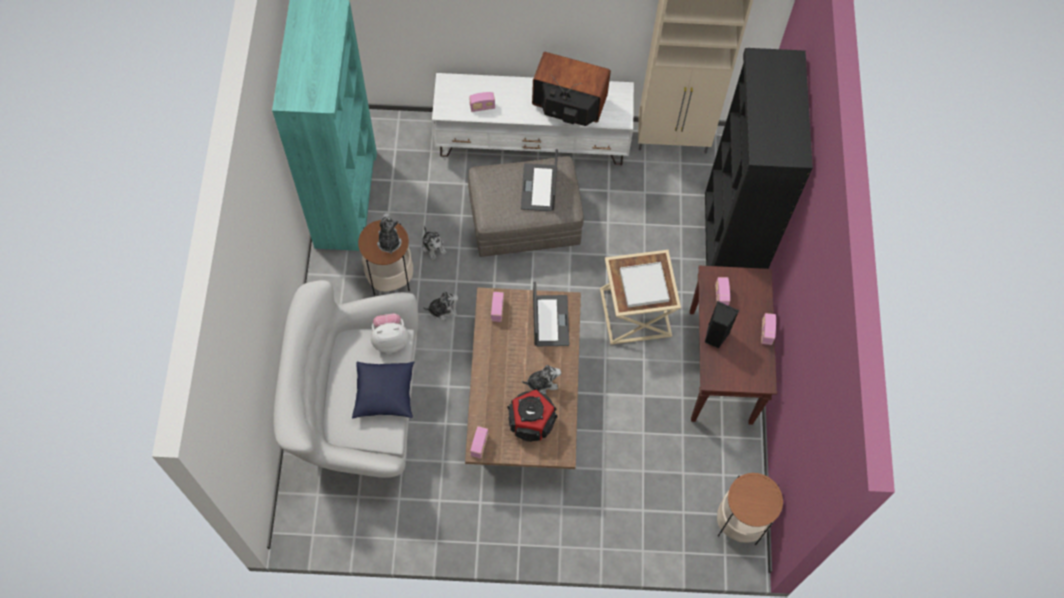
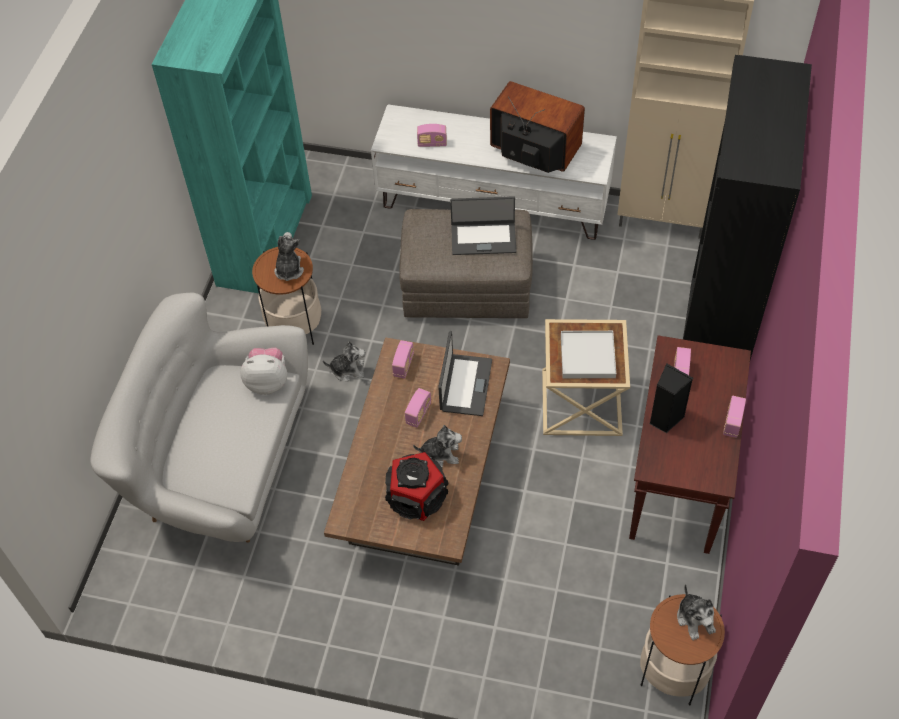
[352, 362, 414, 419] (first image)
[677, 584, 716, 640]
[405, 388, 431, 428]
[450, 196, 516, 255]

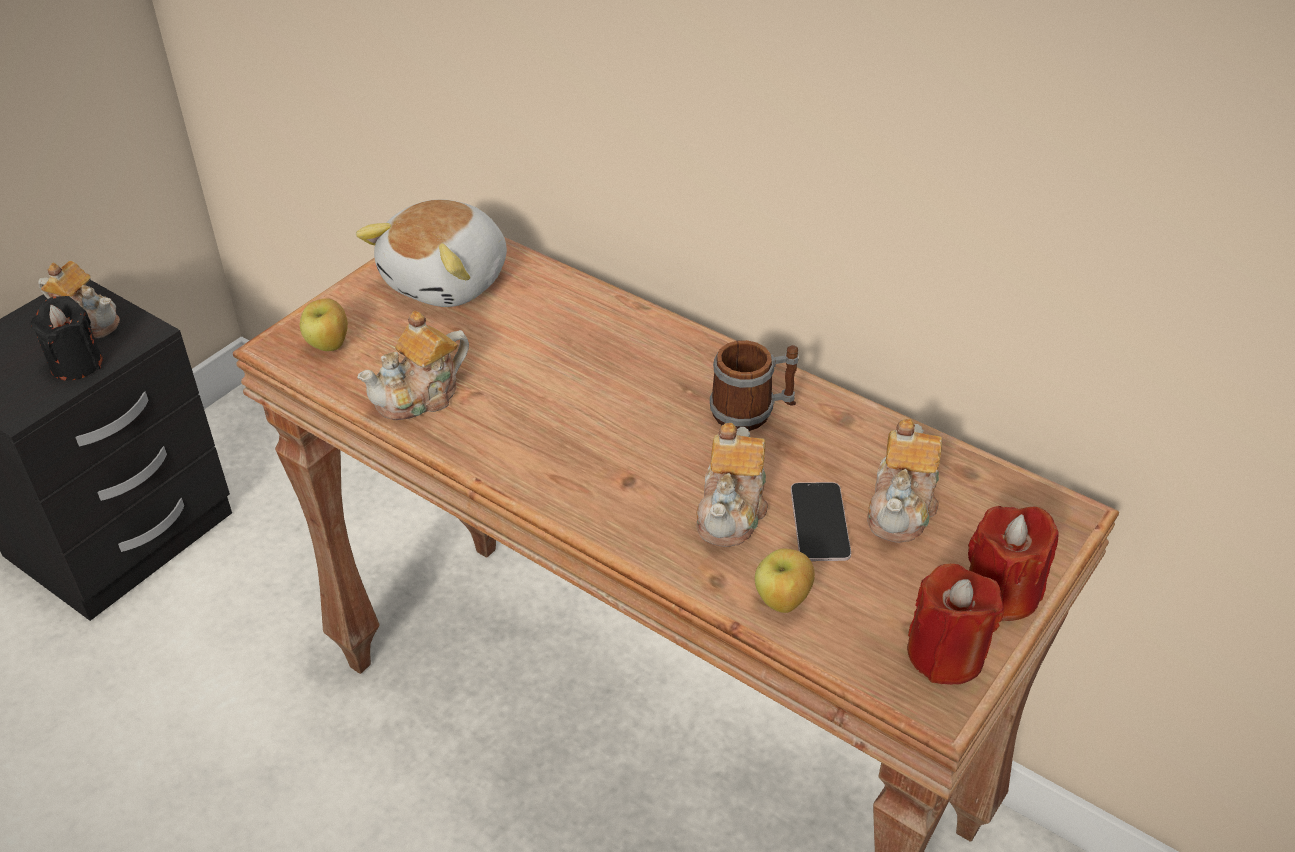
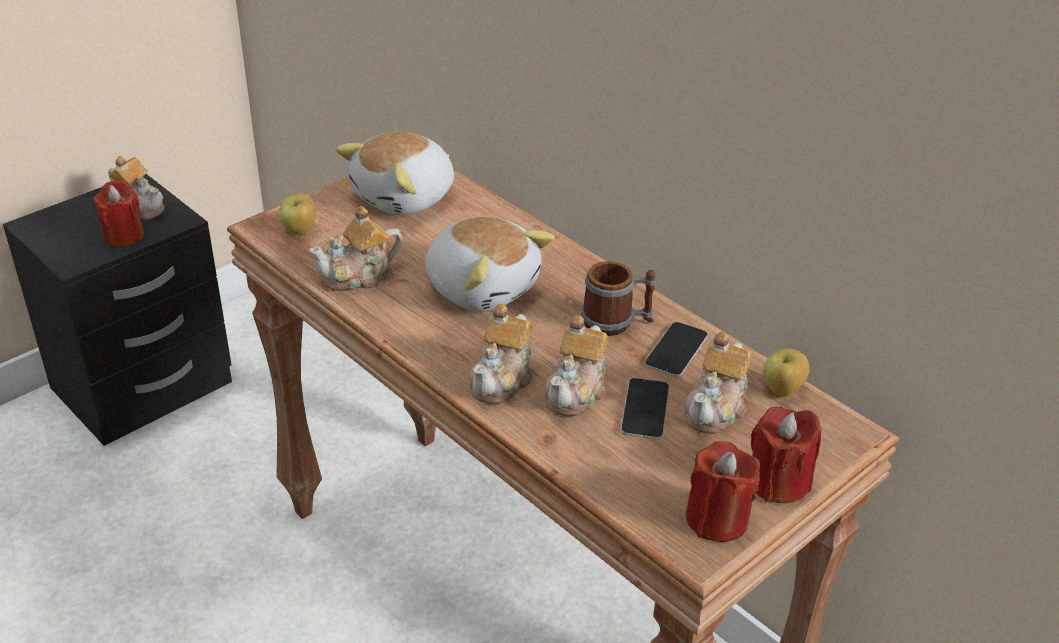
[93, 180, 144, 247]
[763, 349, 810, 397]
[425, 217, 555, 312]
[470, 304, 533, 404]
[644, 322, 708, 377]

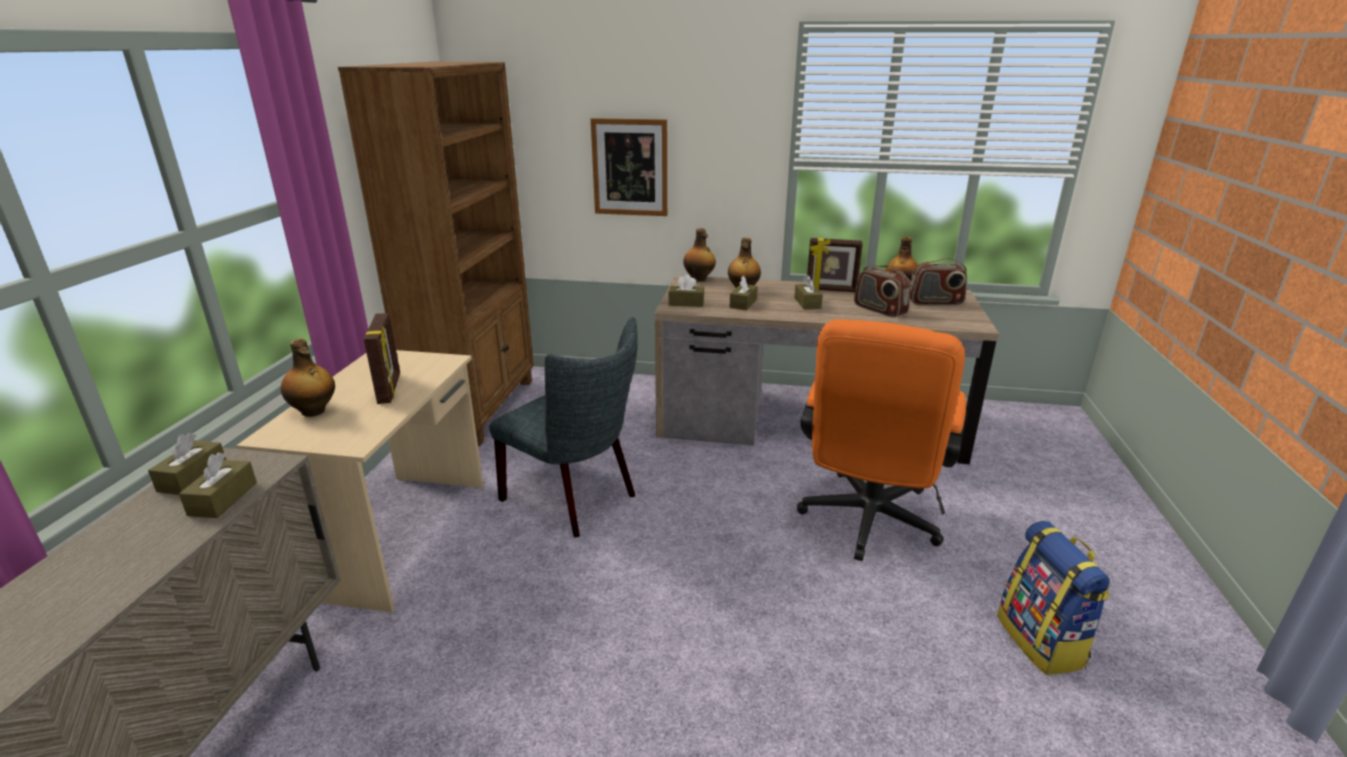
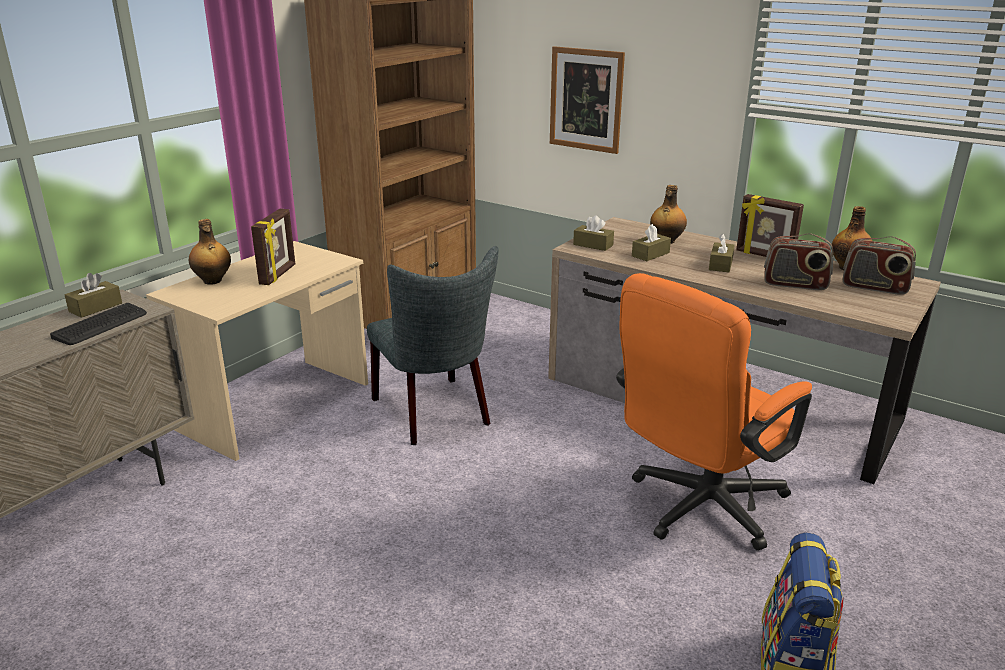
[50, 303, 147, 345]
[683, 228, 716, 282] (first image)
[764, 233, 834, 290]

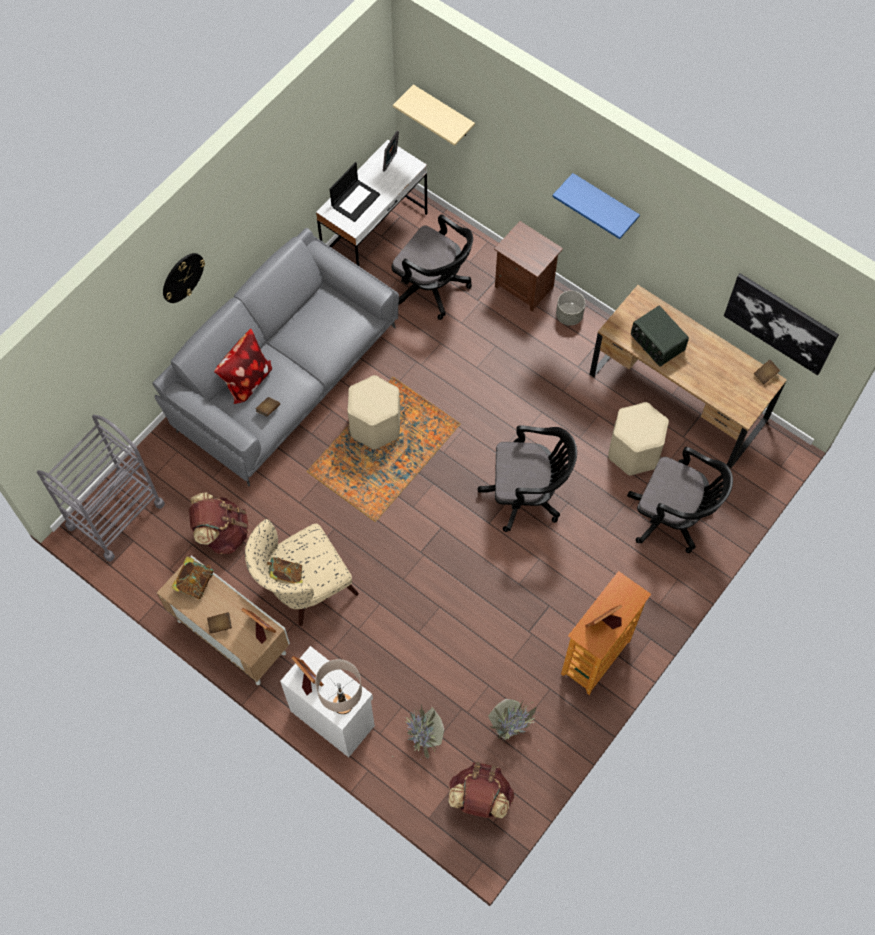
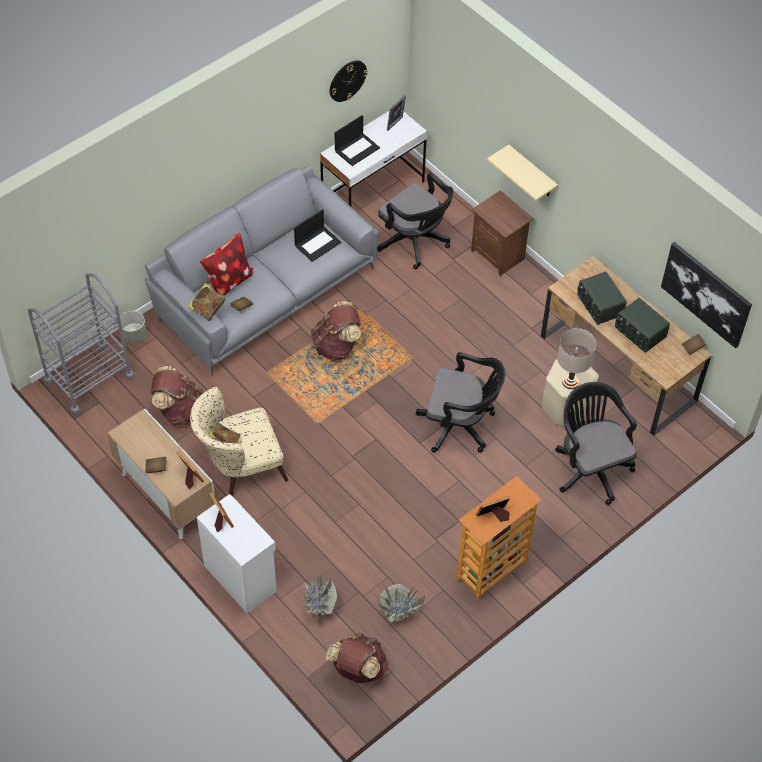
[330, 60, 368, 102]
[188, 283, 225, 321]
[557, 328, 596, 389]
[311, 301, 361, 361]
[487, 144, 558, 201]
[552, 173, 640, 239] (first image)
[120, 311, 147, 344]
[555, 382, 637, 505]
[294, 209, 341, 262]
[615, 298, 670, 353]

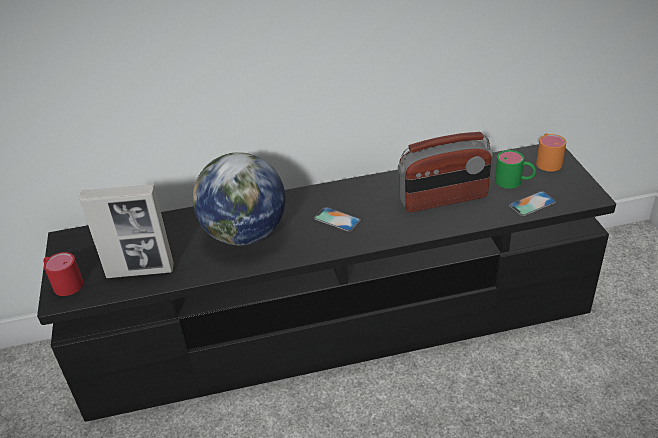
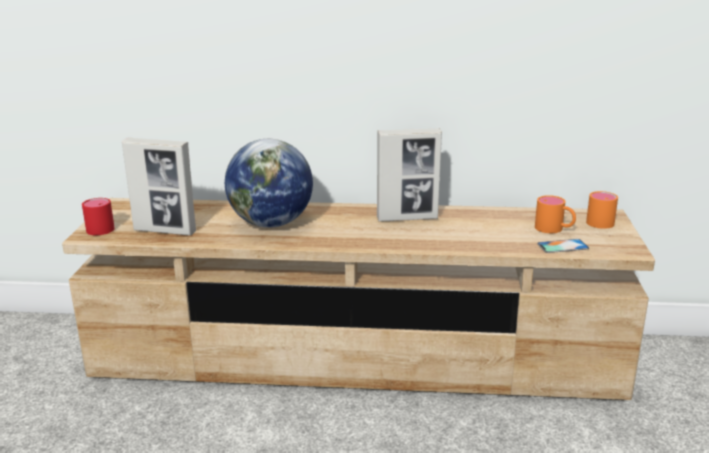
[62, 198, 655, 400]
[314, 207, 361, 232] (first image)
[398, 132, 493, 212] (first image)
[535, 195, 576, 233]
[377, 128, 442, 222]

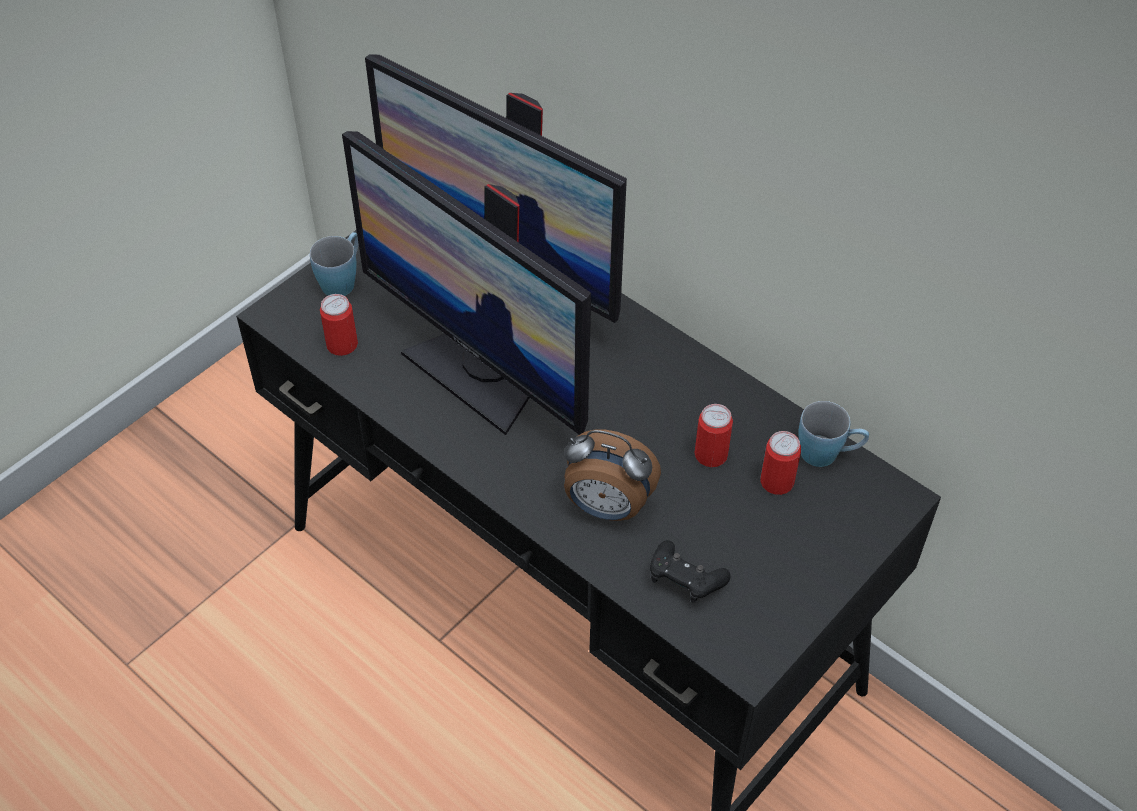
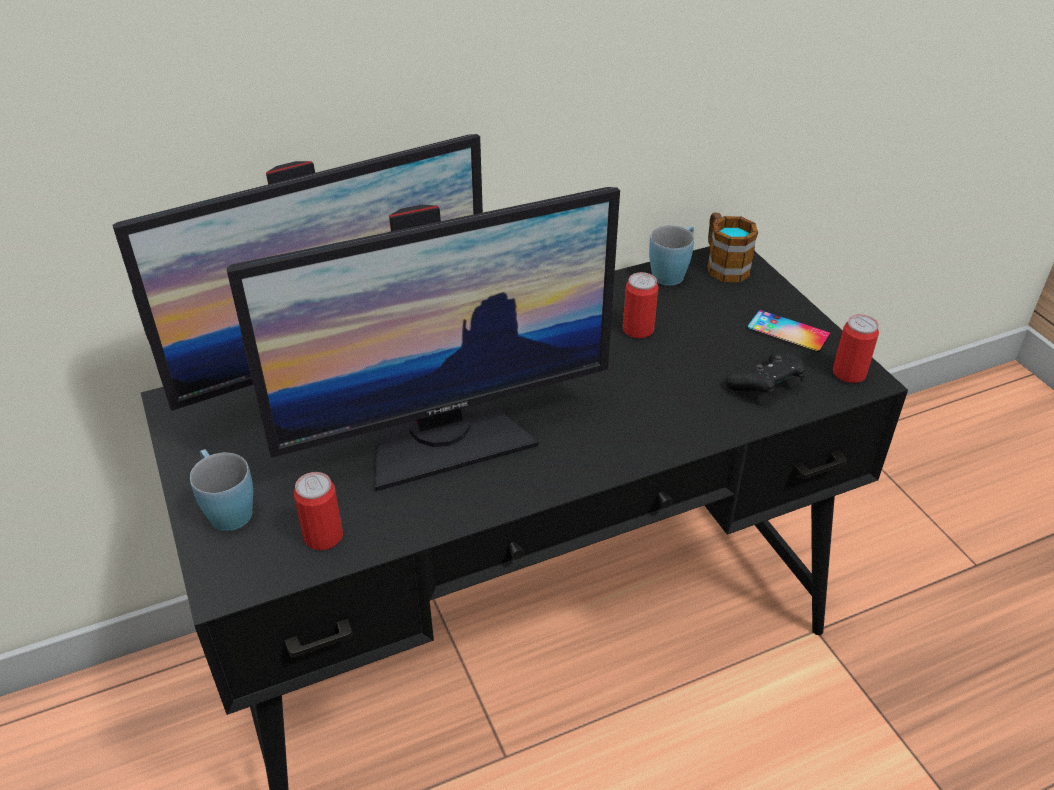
[564, 430, 661, 521] (first image)
[833, 314, 879, 383]
[707, 213, 758, 282]
[747, 310, 830, 352]

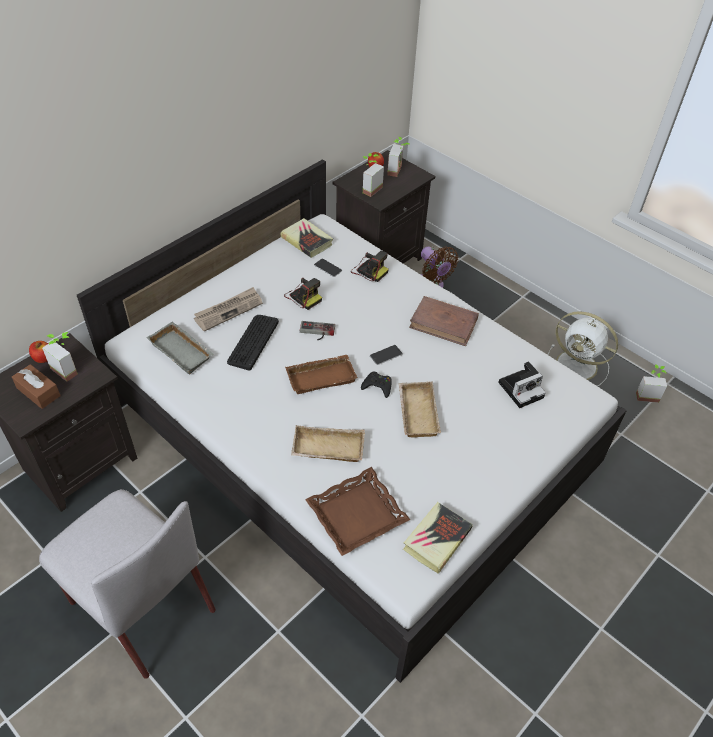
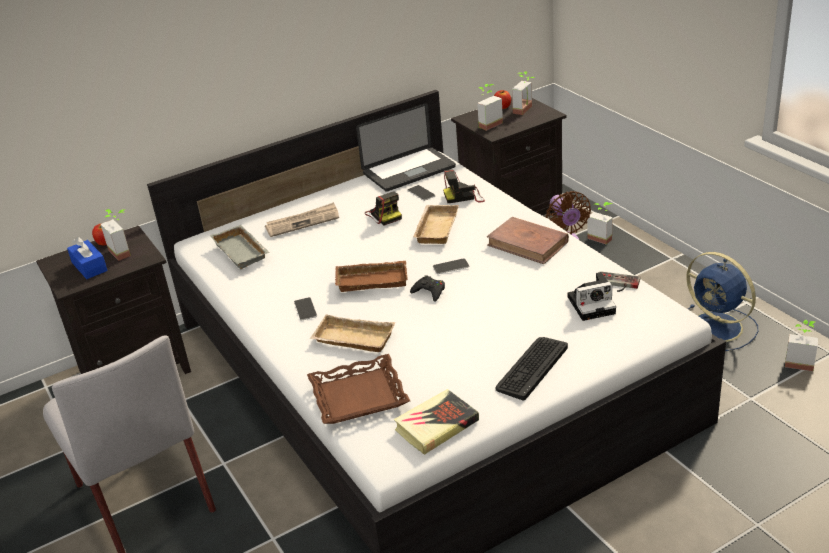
[67, 237, 108, 279]
[496, 337, 568, 401]
[356, 103, 456, 191]
[600, 271, 641, 292]
[443, 170, 485, 203]
[413, 205, 459, 244]
[686, 252, 758, 351]
[294, 297, 317, 320]
[587, 202, 613, 245]

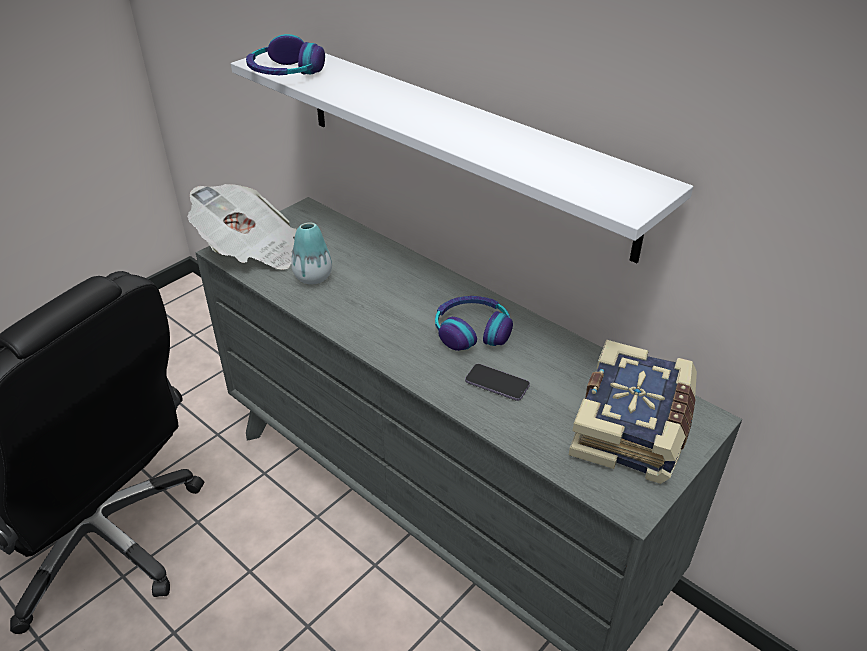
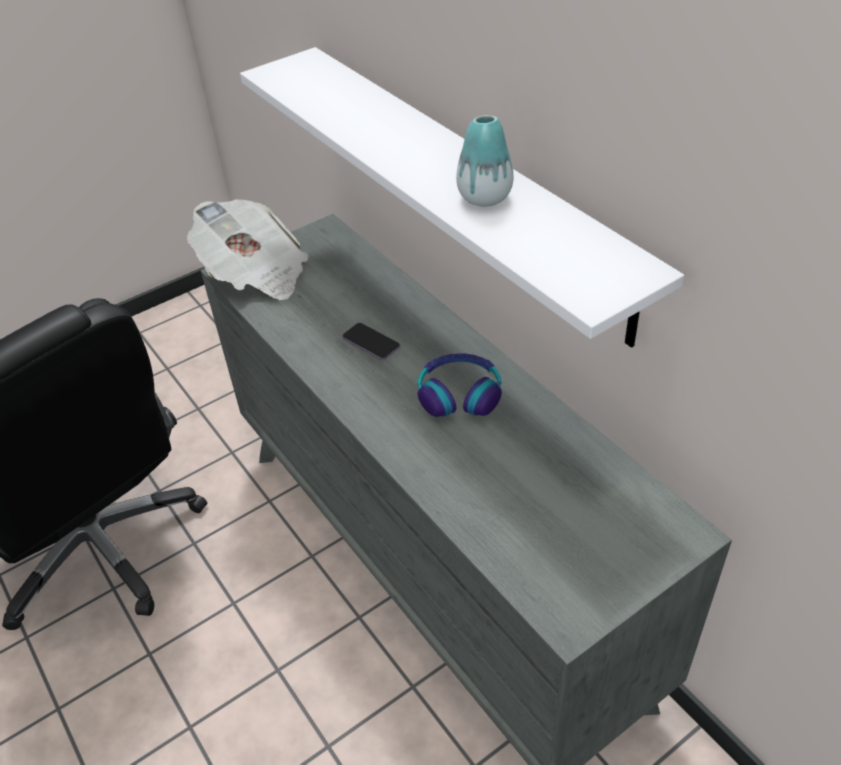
[246, 34, 325, 76] (first image)
[456, 115, 514, 207]
[342, 323, 400, 360]
[569, 340, 697, 484] (first image)

